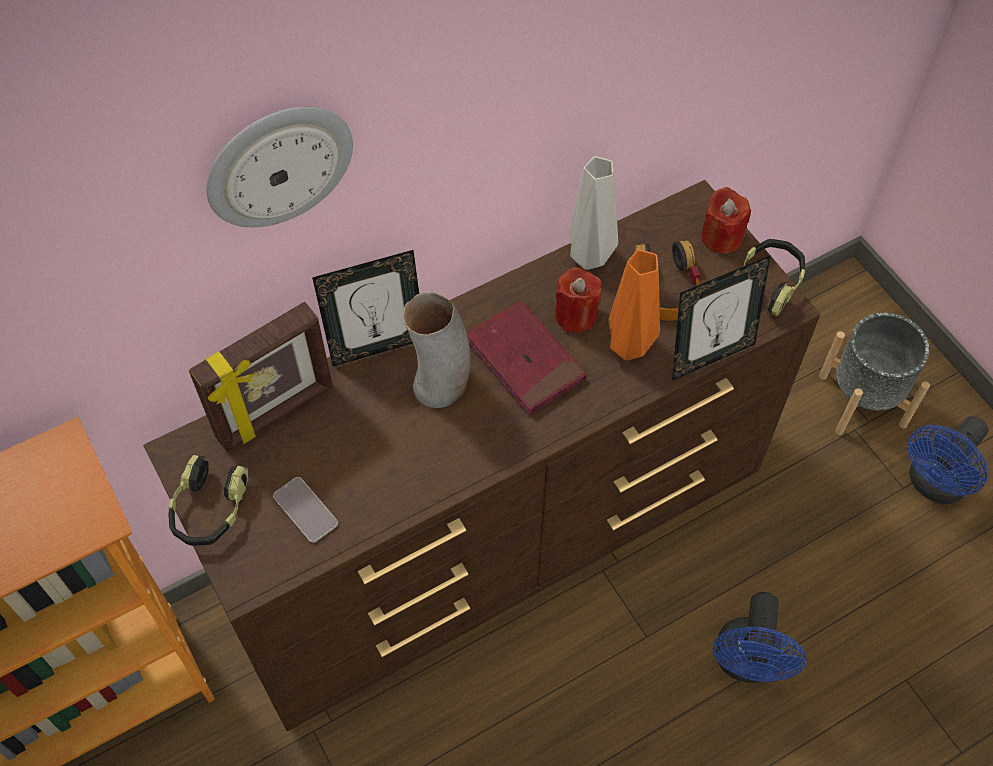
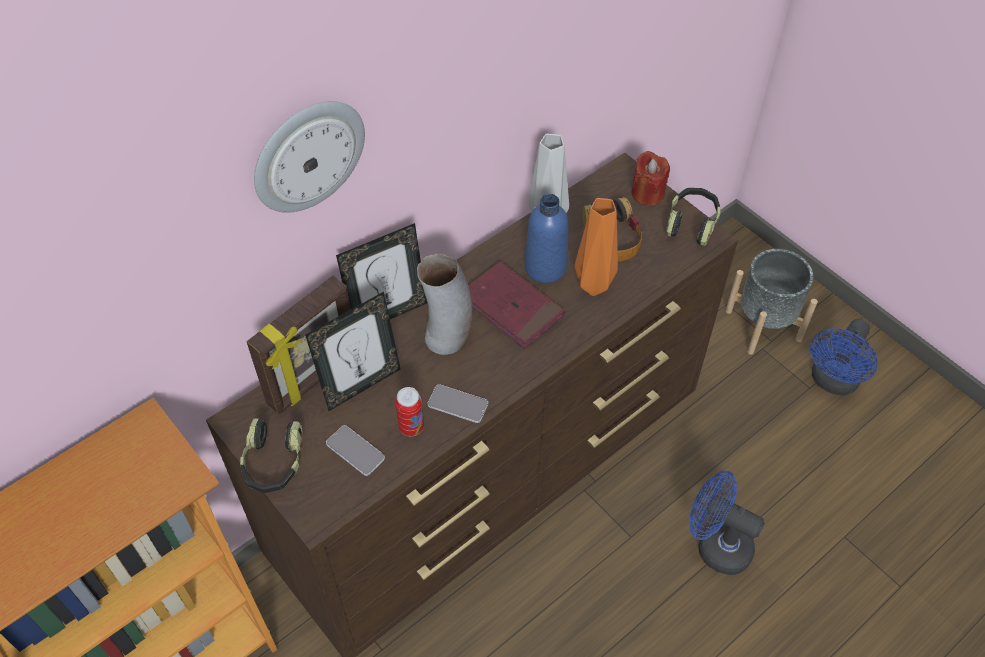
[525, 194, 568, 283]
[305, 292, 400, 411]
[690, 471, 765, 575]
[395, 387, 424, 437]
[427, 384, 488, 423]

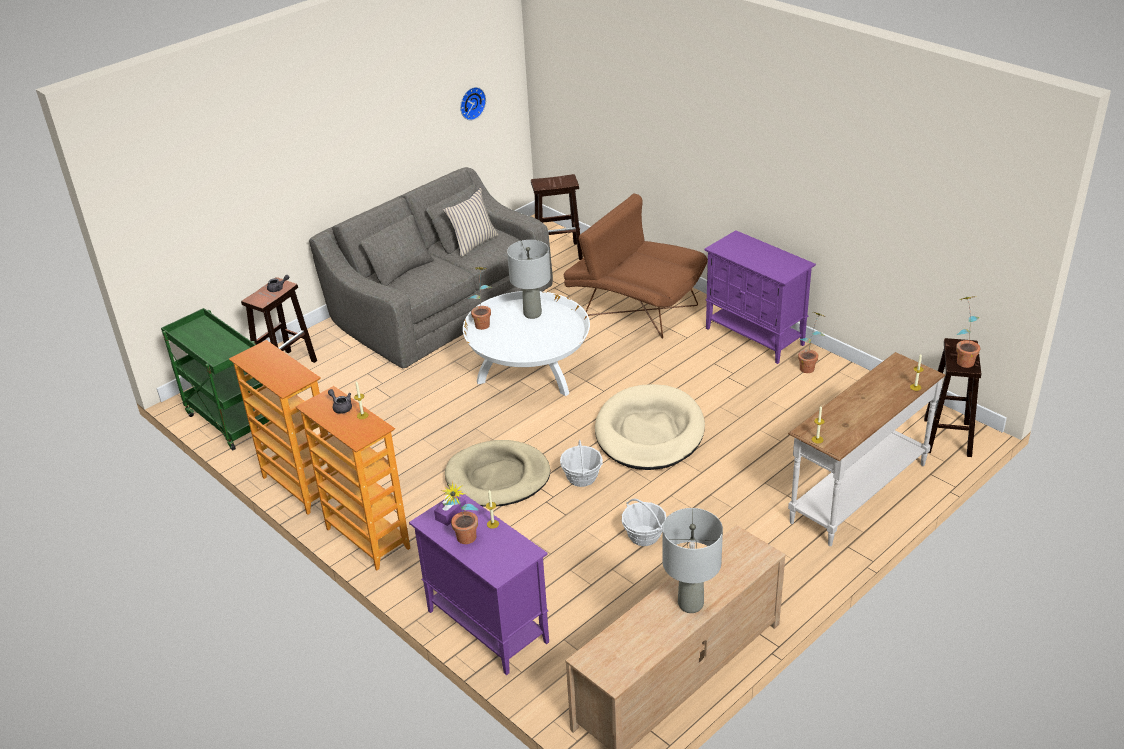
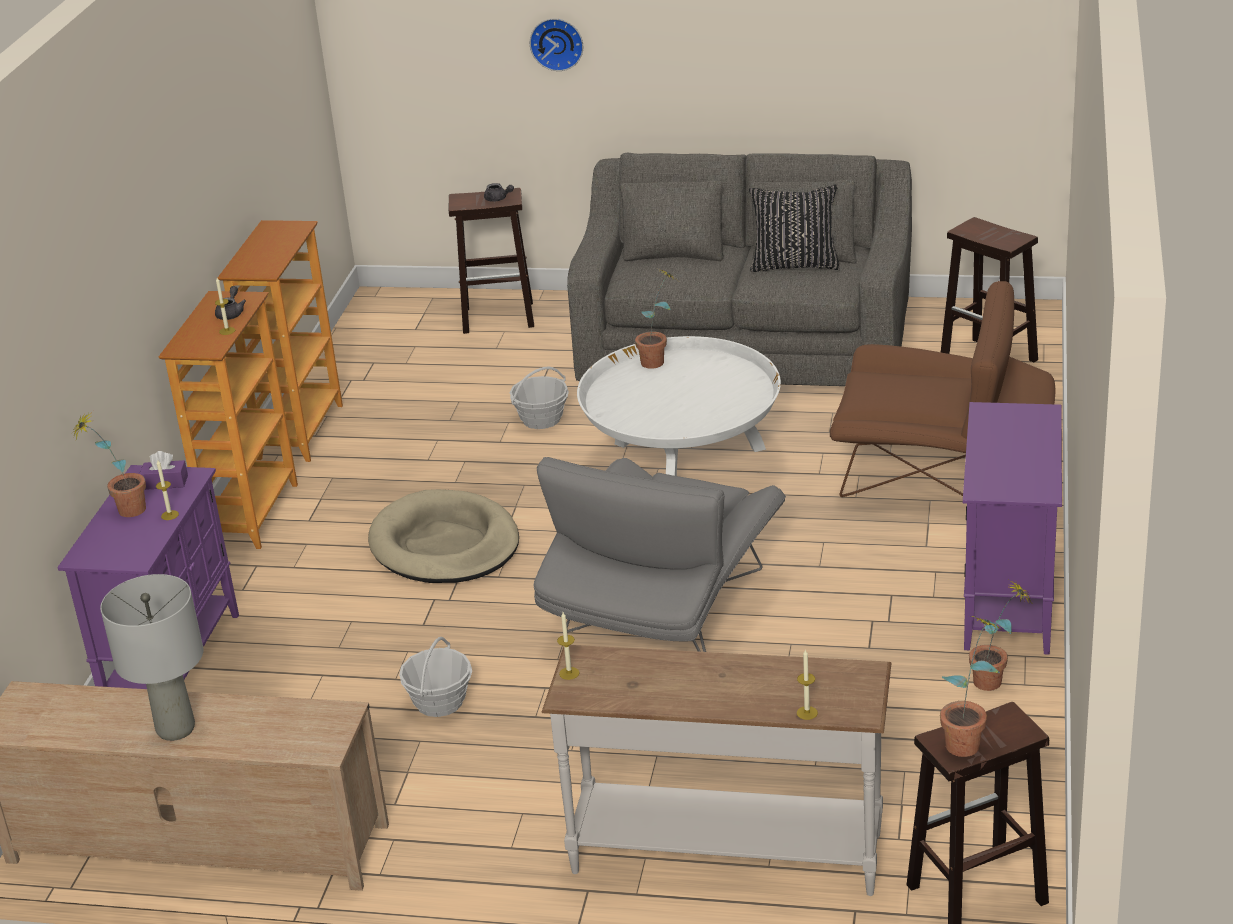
[161, 308, 269, 450] (first image)
[749, 184, 840, 272]
[530, 19, 583, 71]
[507, 240, 551, 319] (first image)
[509, 367, 569, 429]
[830, 281, 1056, 497]
[534, 457, 786, 652]

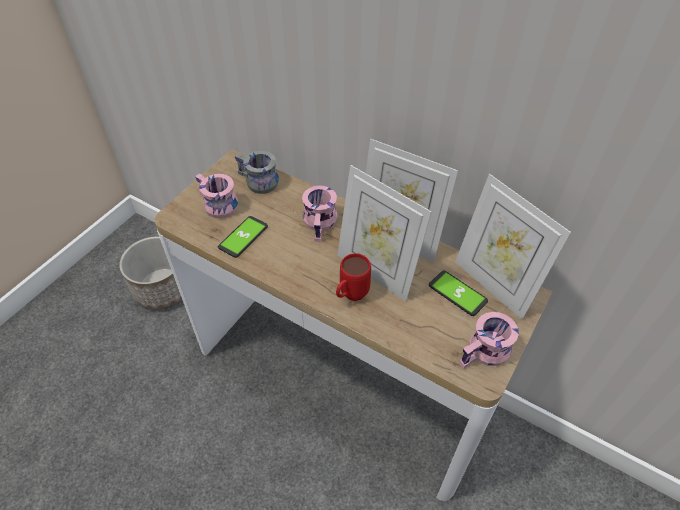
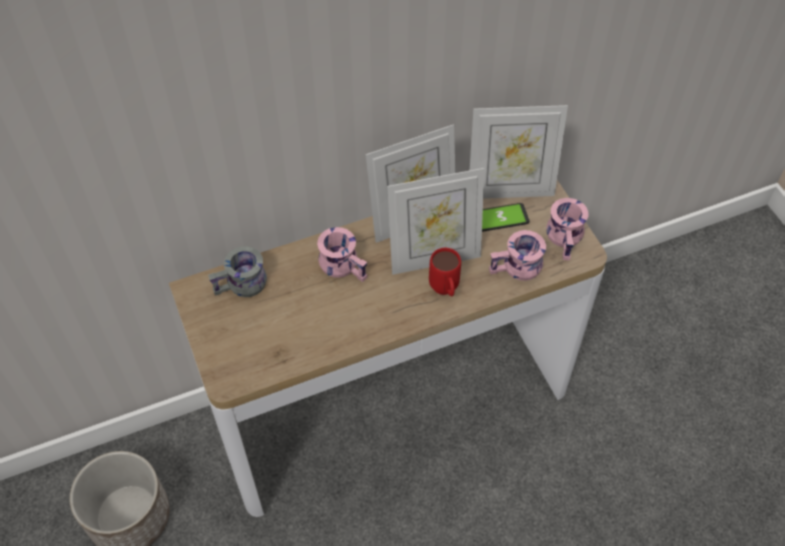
[489, 230, 546, 281]
[218, 216, 268, 258] (first image)

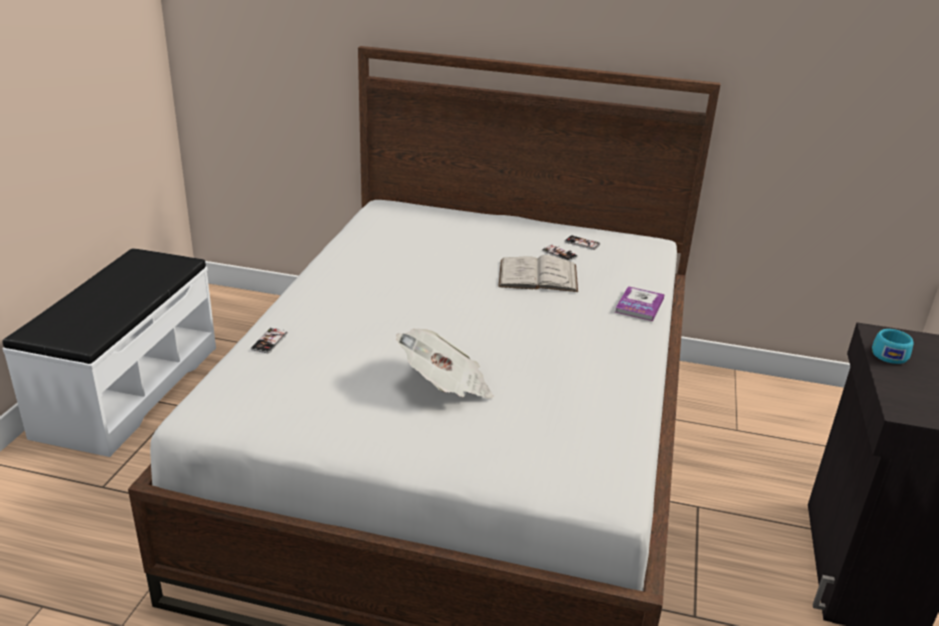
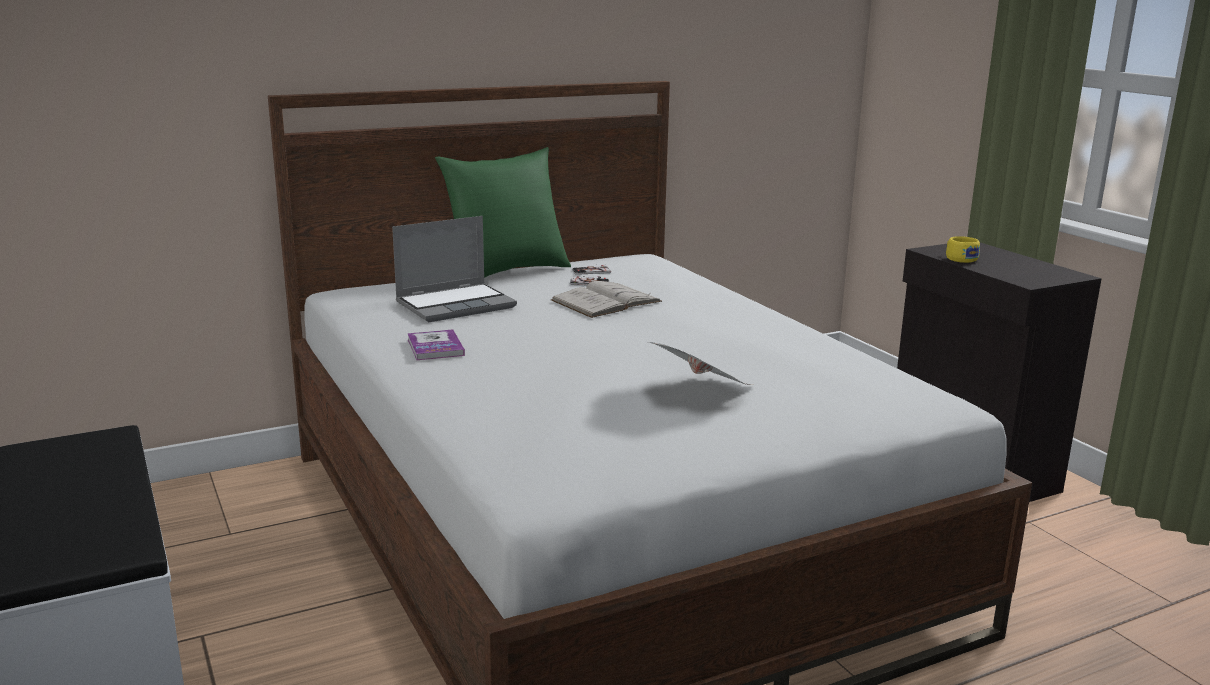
[251, 327, 288, 353] (first image)
[407, 329, 465, 360]
[946, 236, 980, 263]
[392, 216, 517, 322]
[435, 147, 571, 278]

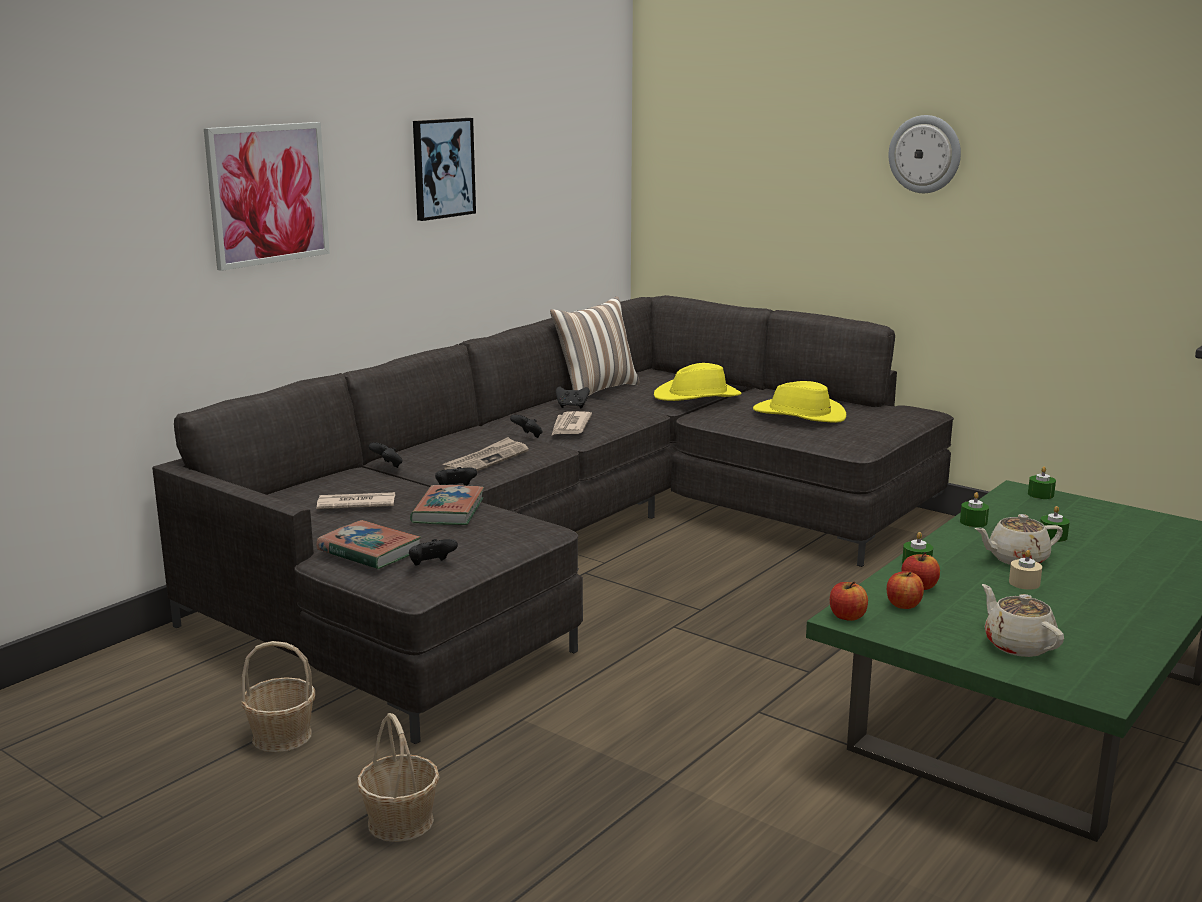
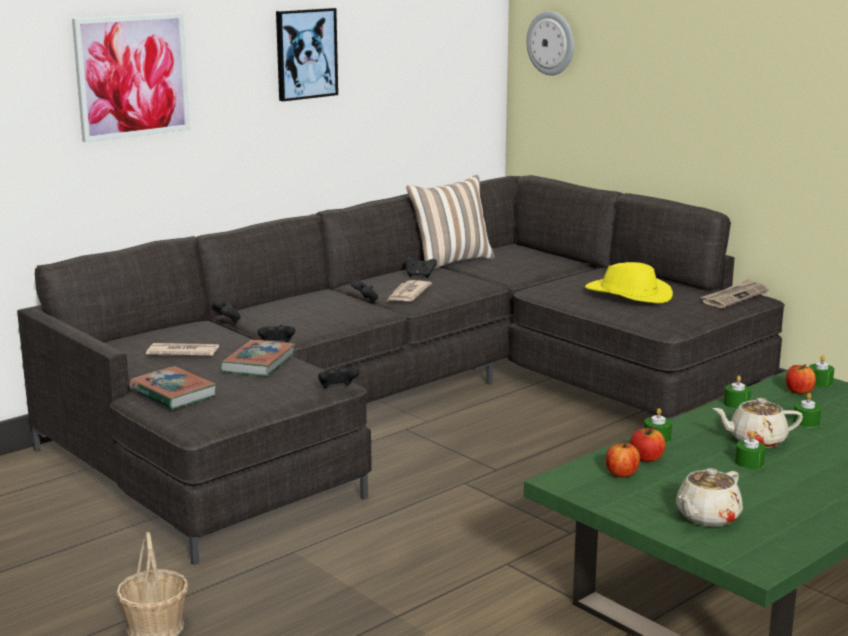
[241, 641, 315, 753] (first image)
[318, 367, 360, 388]
[700, 279, 769, 308]
[654, 363, 742, 401] (first image)
[786, 364, 816, 394]
[527, 11, 574, 76]
[676, 468, 743, 527]
[735, 431, 766, 469]

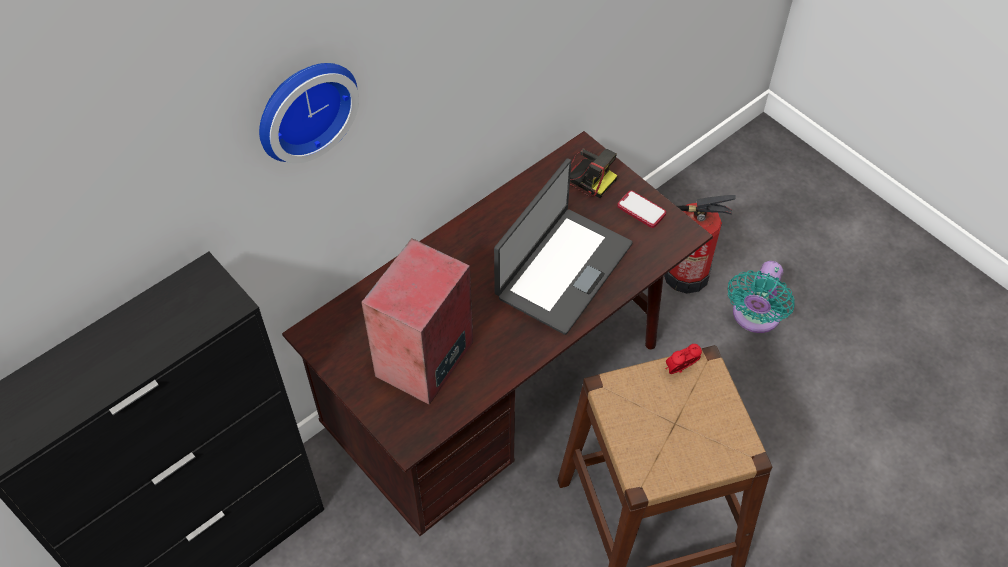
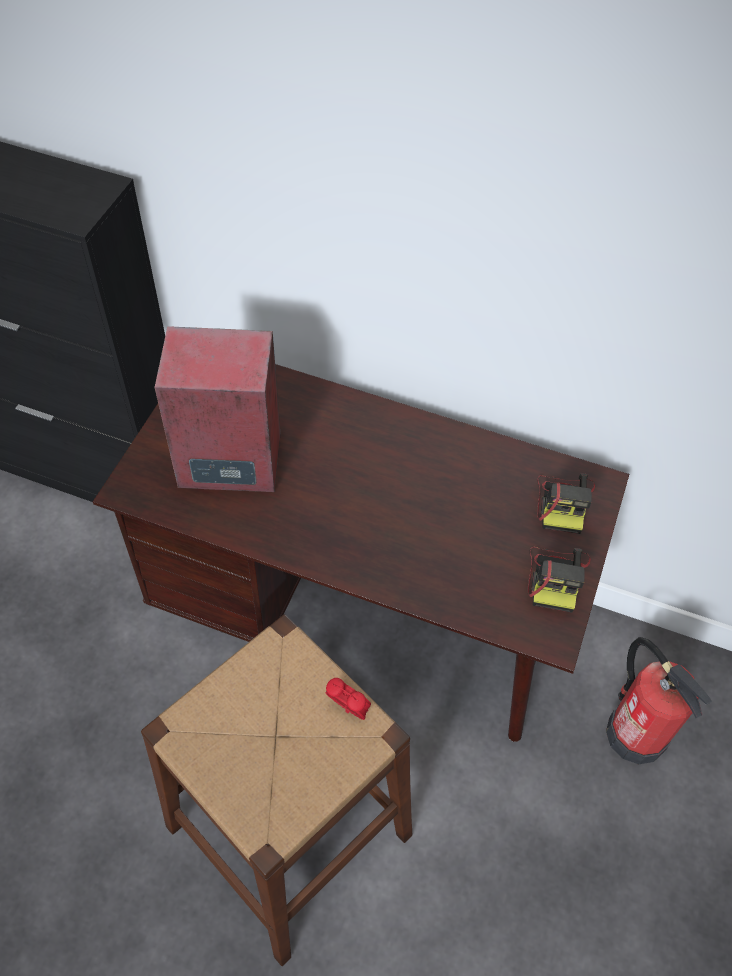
[259, 63, 359, 163] (first image)
[494, 159, 633, 335] (first image)
[528, 547, 591, 613]
[728, 261, 795, 333] (first image)

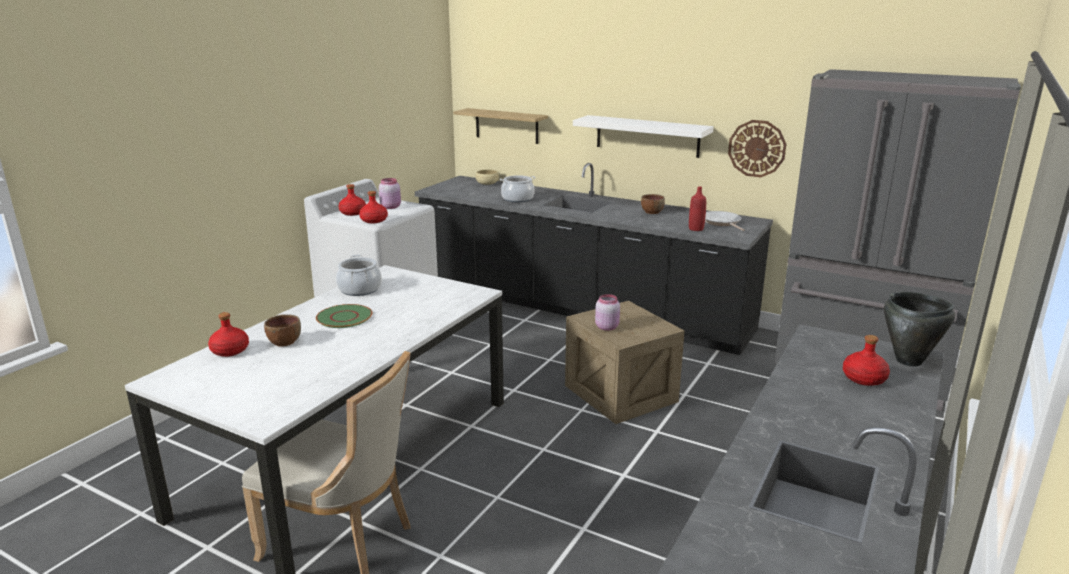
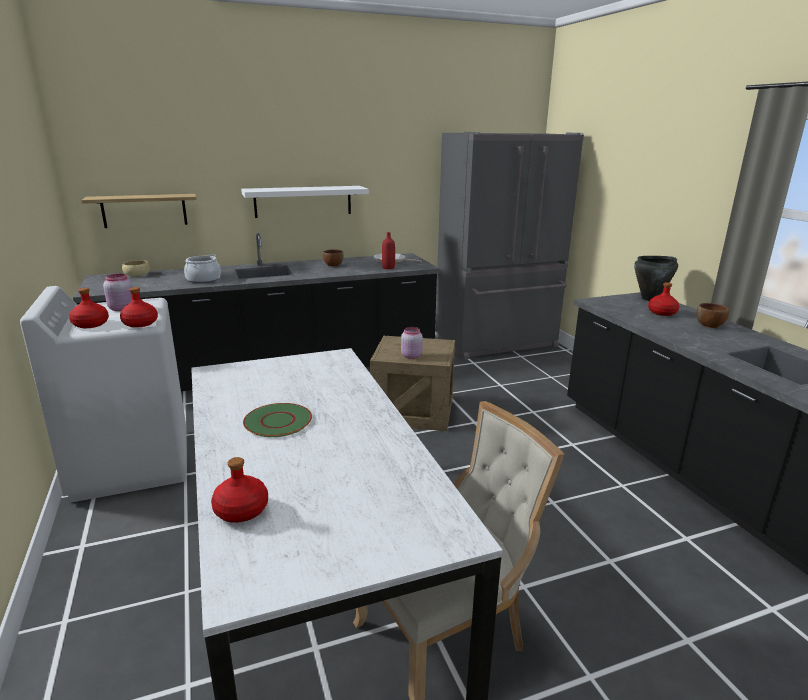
[696, 303, 729, 328]
[336, 255, 382, 296] (first image)
[728, 120, 786, 177] (first image)

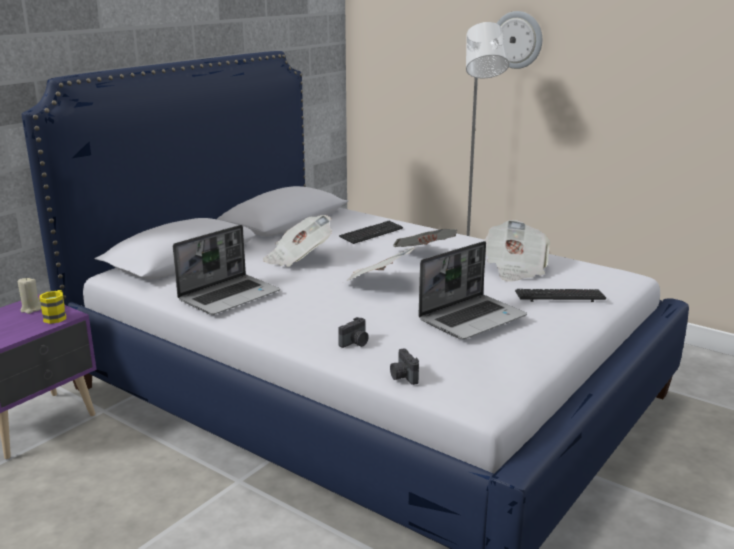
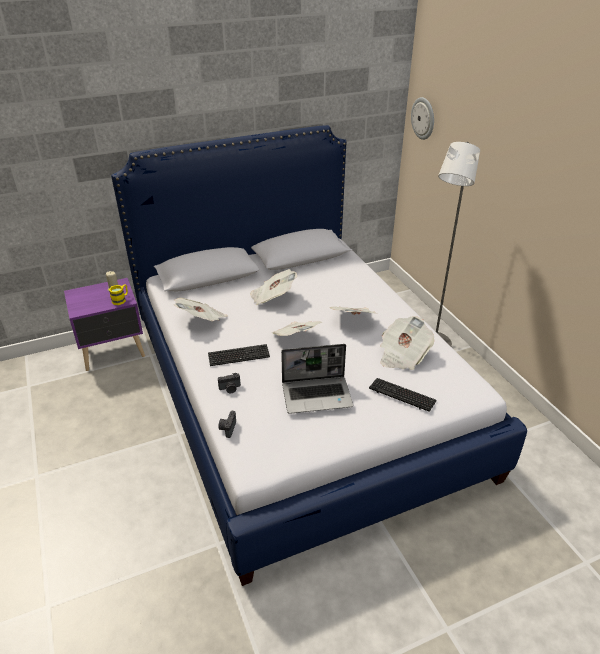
[174, 298, 228, 321]
[208, 344, 270, 366]
[411, 97, 434, 140]

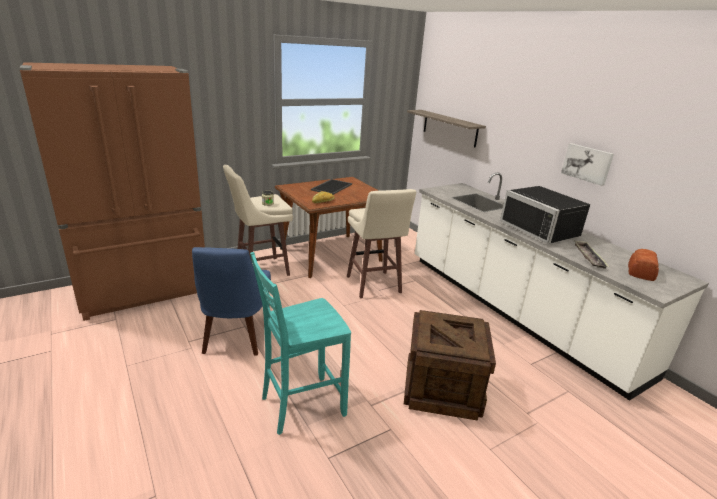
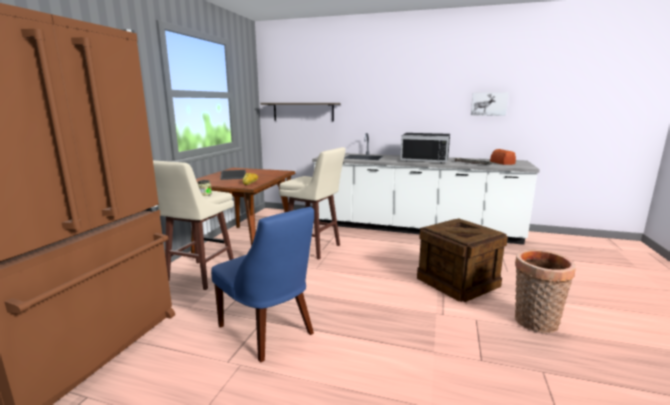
[250, 252, 351, 435] (first image)
[471, 92, 509, 116]
[515, 249, 576, 333]

